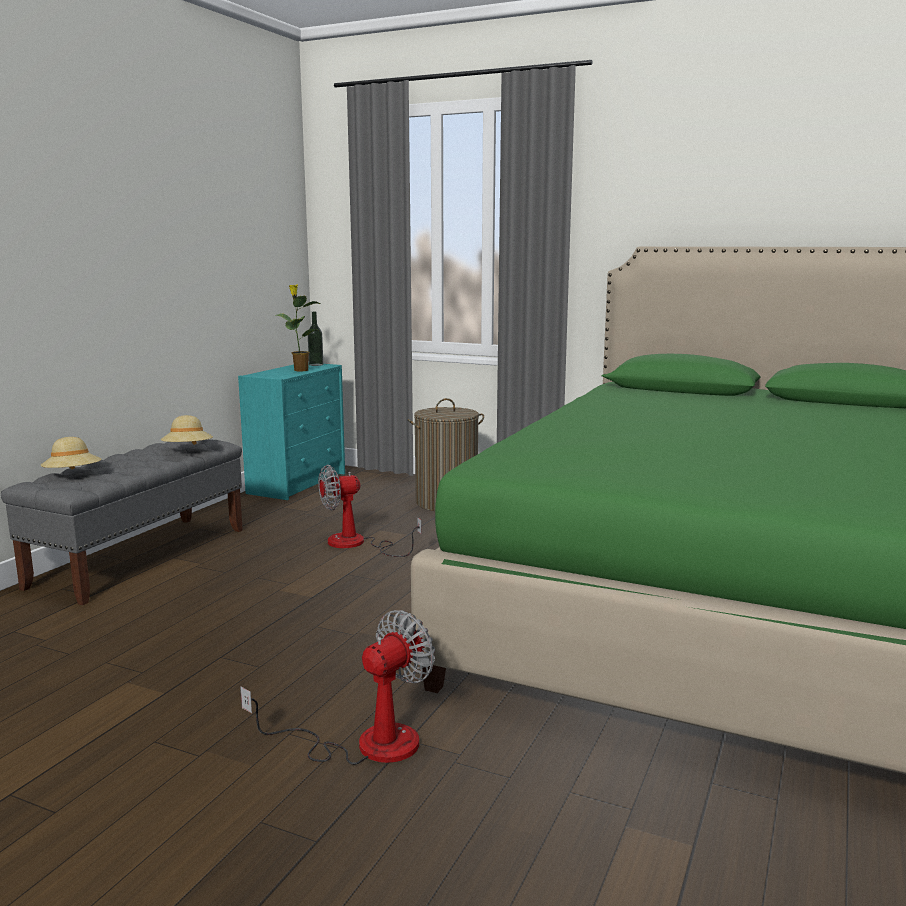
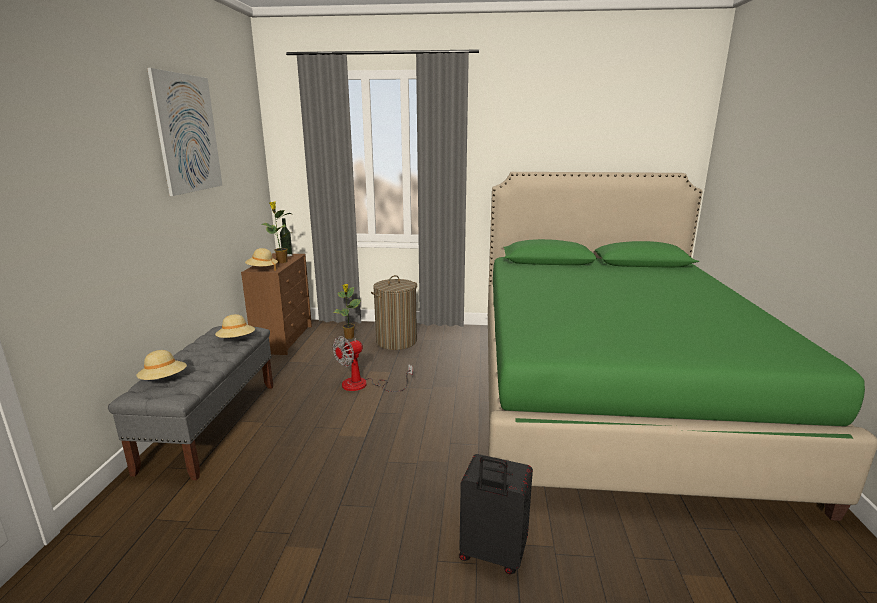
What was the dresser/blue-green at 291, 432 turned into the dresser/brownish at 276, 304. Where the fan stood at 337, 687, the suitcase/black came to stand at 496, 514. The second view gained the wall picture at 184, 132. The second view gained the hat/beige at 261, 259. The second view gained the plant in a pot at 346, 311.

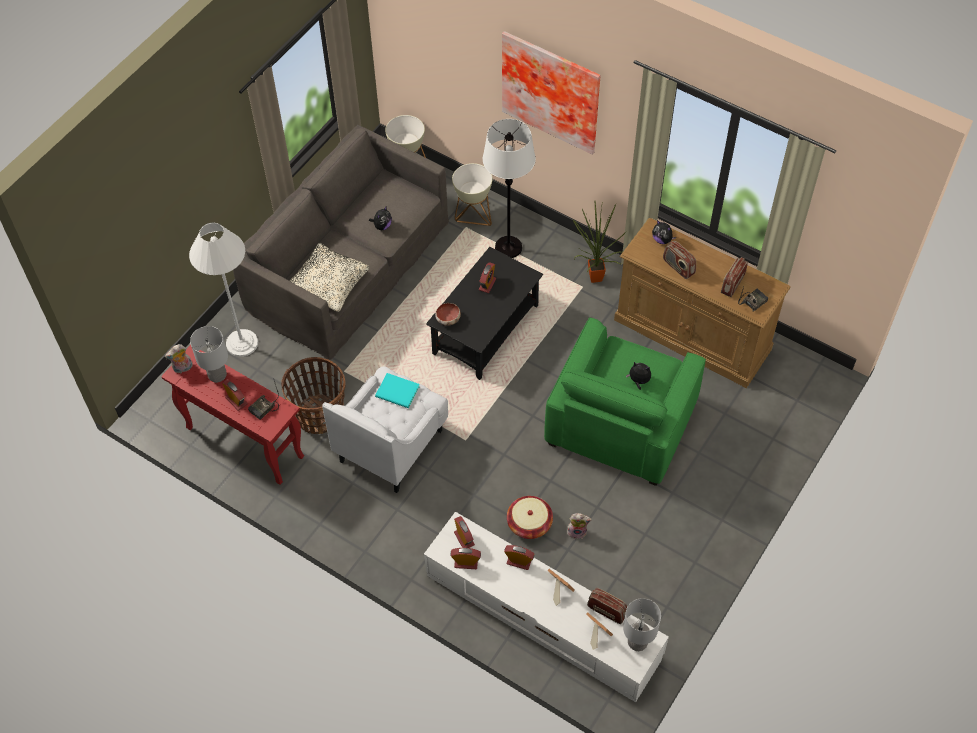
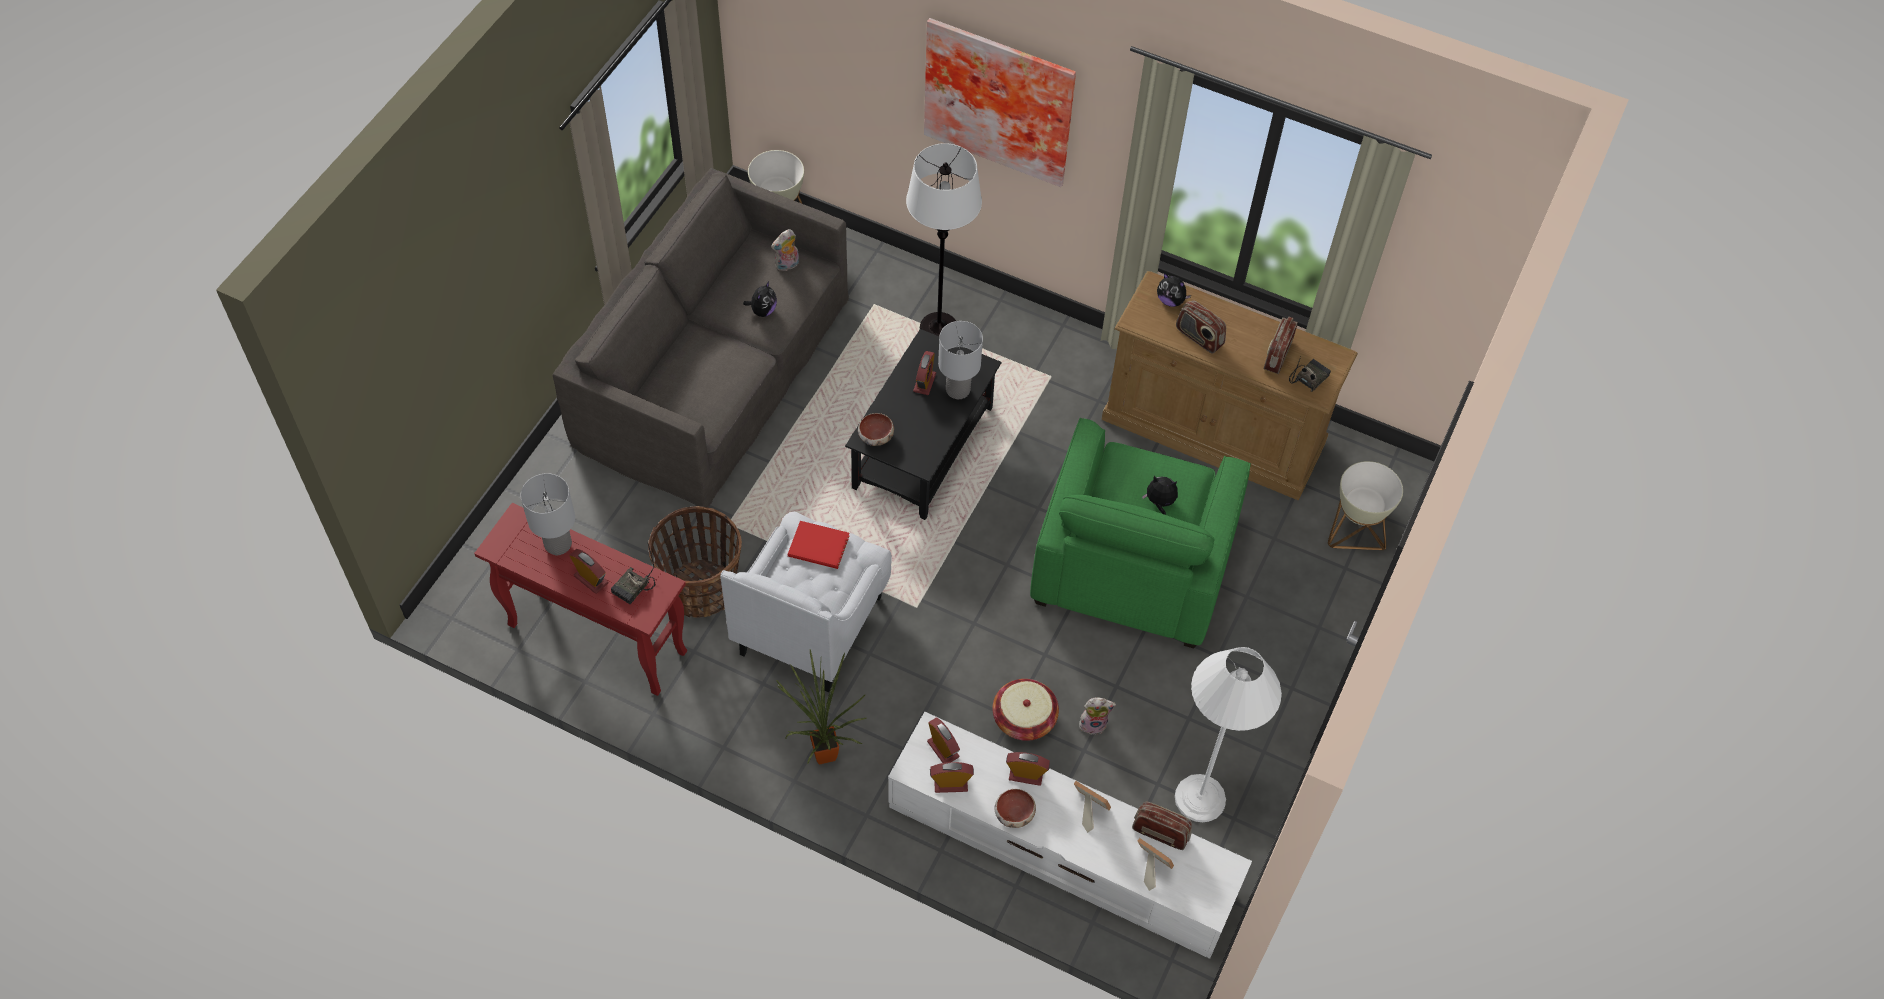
The plant pot ended up elsewhere, having gone from 472, 194 to 1365, 505. The plant in a pot ended up elsewhere, having gone from 600, 242 to 821, 707. The standard lamp/white ended up elsewhere, having gone from 223, 289 to 1228, 734. The second view lost the cushion/beige at 329, 277. The soft toy ended up elsewhere, having gone from 178, 358 to 785, 250. What was the book/blue-green at 397, 390 turned into the book/red at 819, 545. The table lamp/greyish ended up elsewhere, having gone from 642, 624 to 960, 360. The second view gained the serving bowl at 1015, 808.

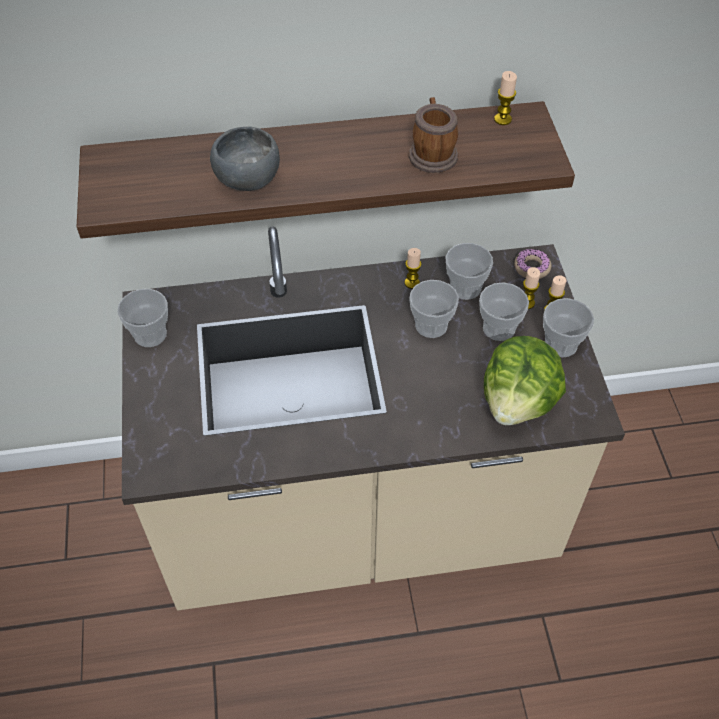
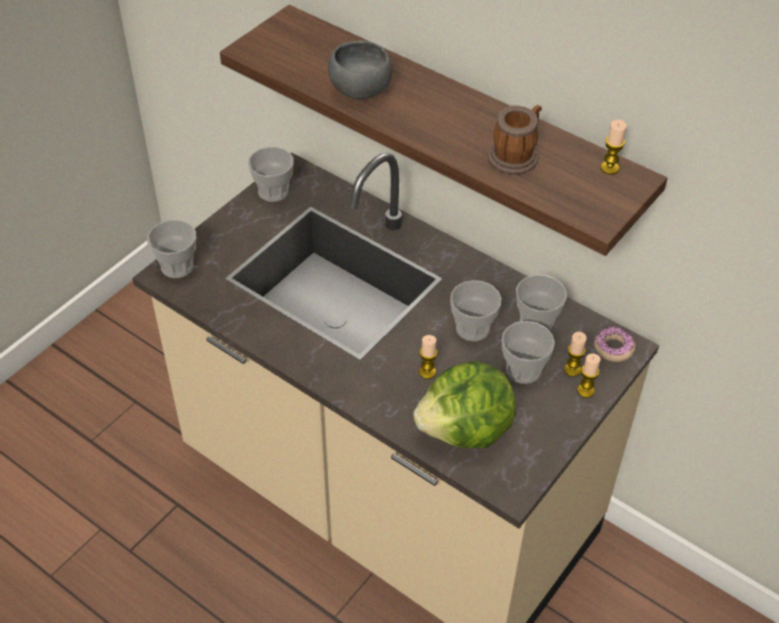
The wax candle ended up elsewhere, having gone from 413, 268 to 428, 357. The small cup ended up elsewhere, having gone from 568, 327 to 171, 249.

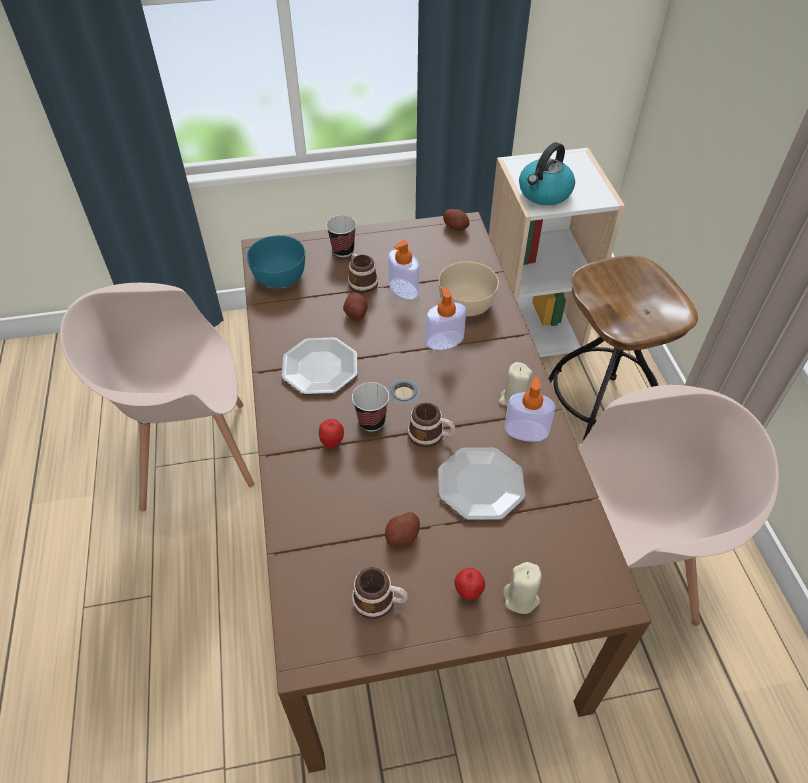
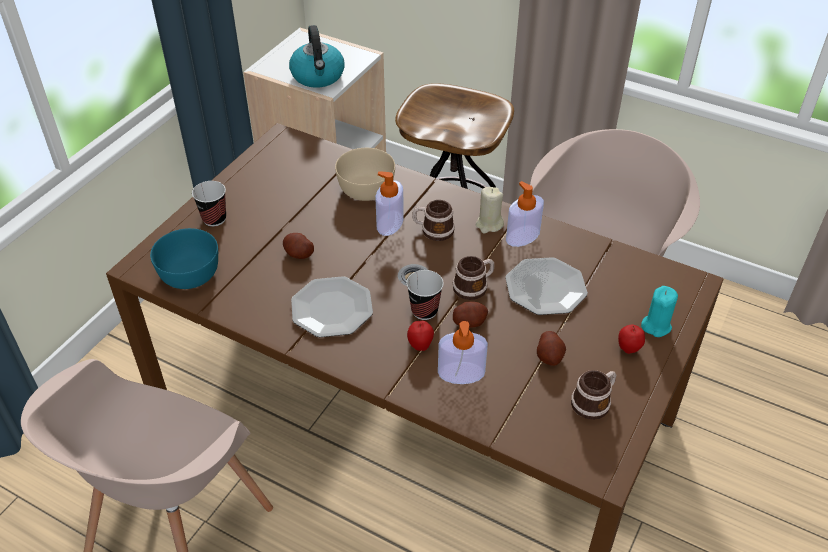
The whole potato ended up elsewhere, having gone from 456, 220 to 470, 314. The soap bottle ended up elsewhere, having gone from 403, 269 to 463, 352. The coffee mug ended up elsewhere, having gone from 363, 273 to 433, 220. What was the wax candle/beige at 522, 588 turned into the wax candle/blue-green at 659, 311.

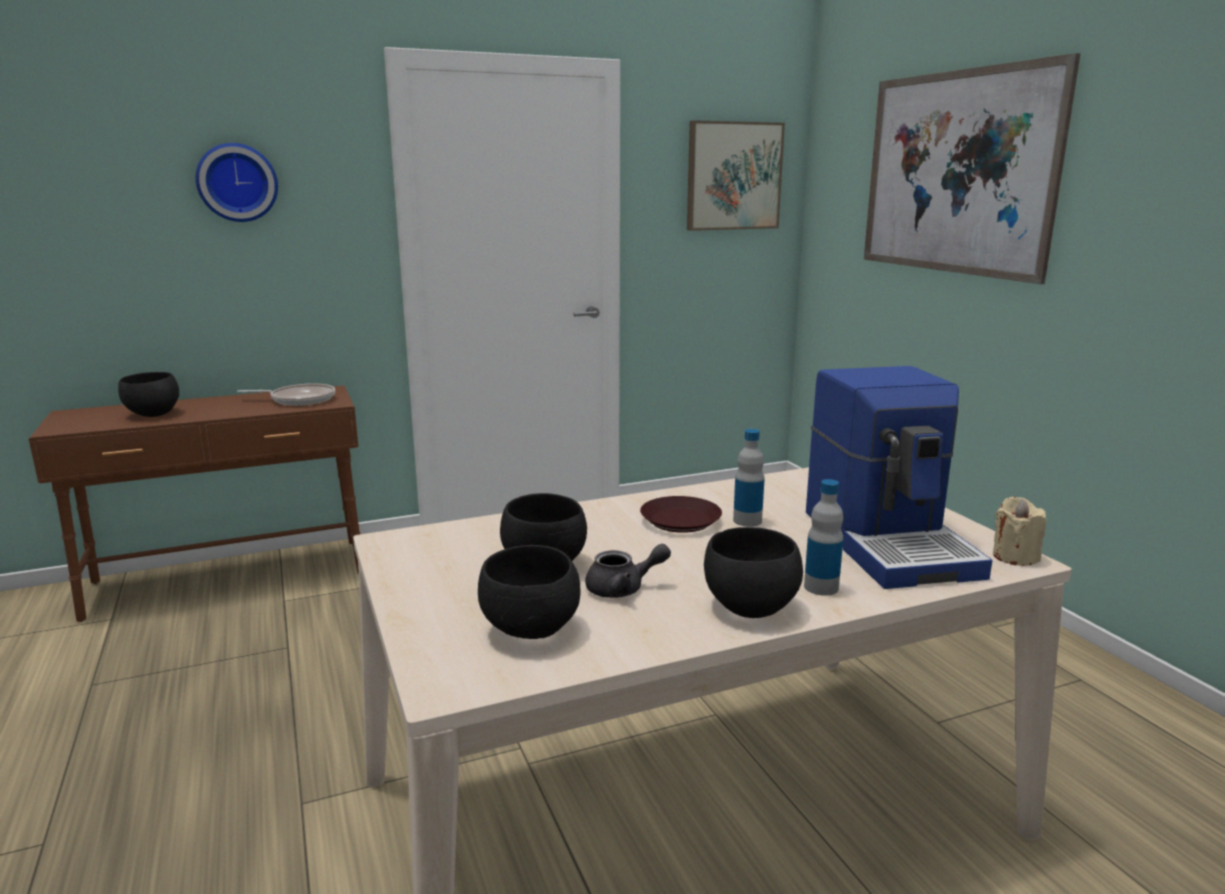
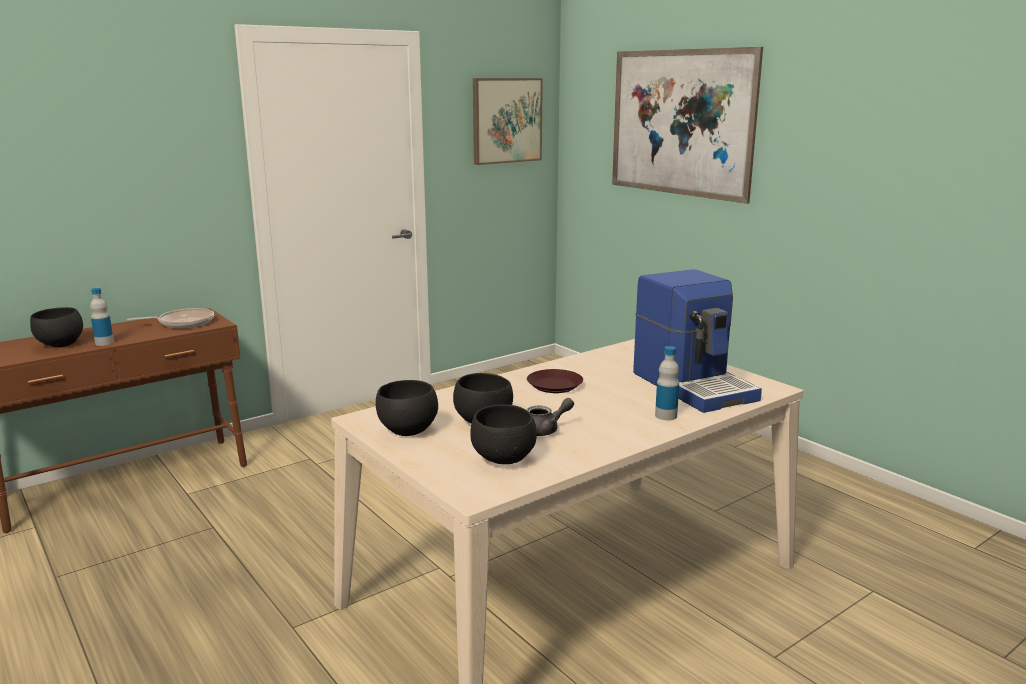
The second view lost the hanging clock at 237, 182. The drink bottle ended up elsewhere, having gone from 749, 478 to 102, 317. The second view lost the wax candle/beige at 1020, 531. The serving bowl/black ended up elsewhere, having gone from 753, 572 to 407, 408.

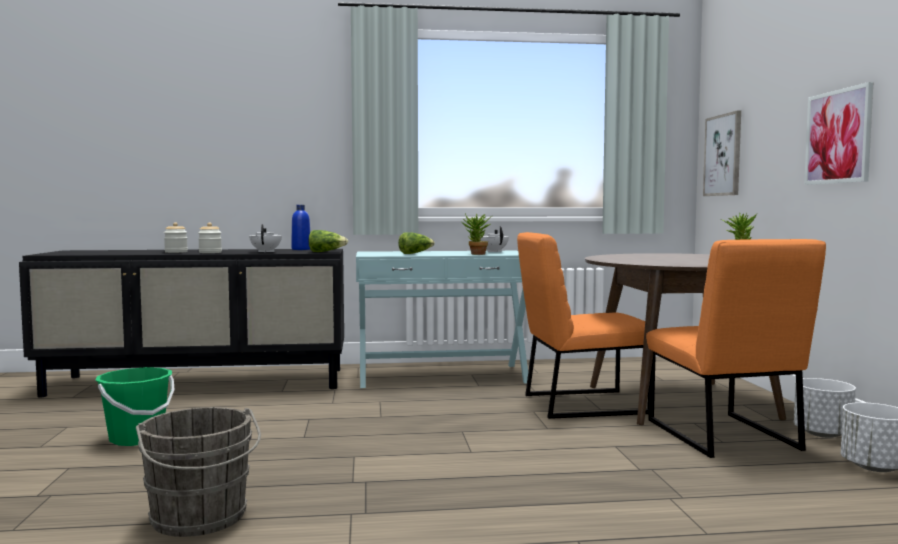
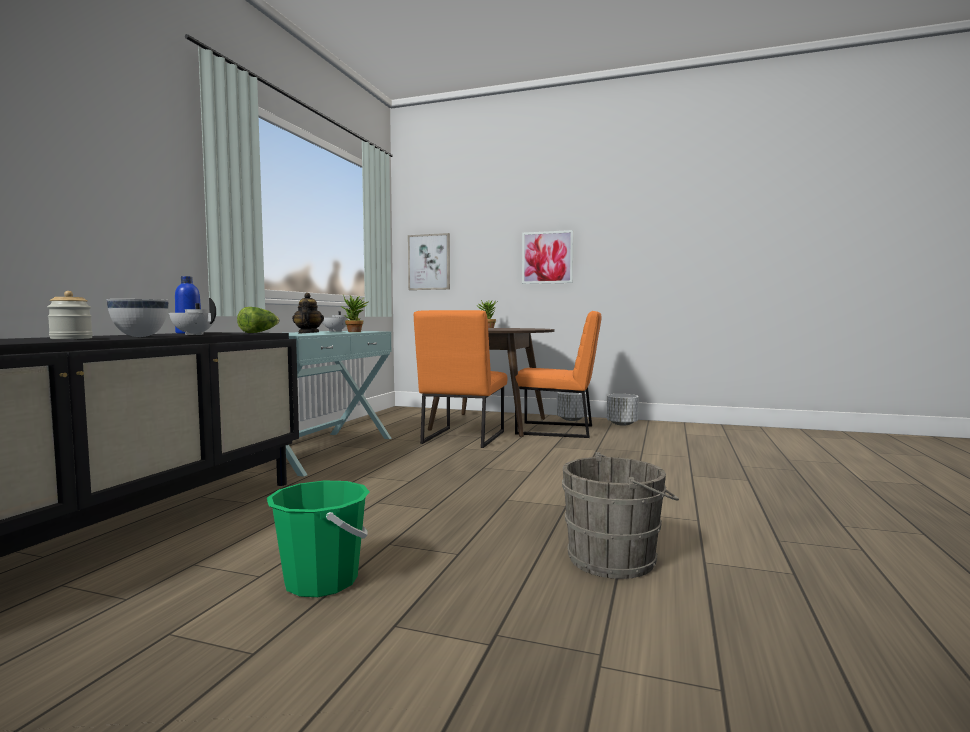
Where the storage jar stood at 210, 238, the serving bowl/white came to stand at 137, 318. Where the head of lettuce stood at 416, 243, the pot for tea came to stand at 308, 313.

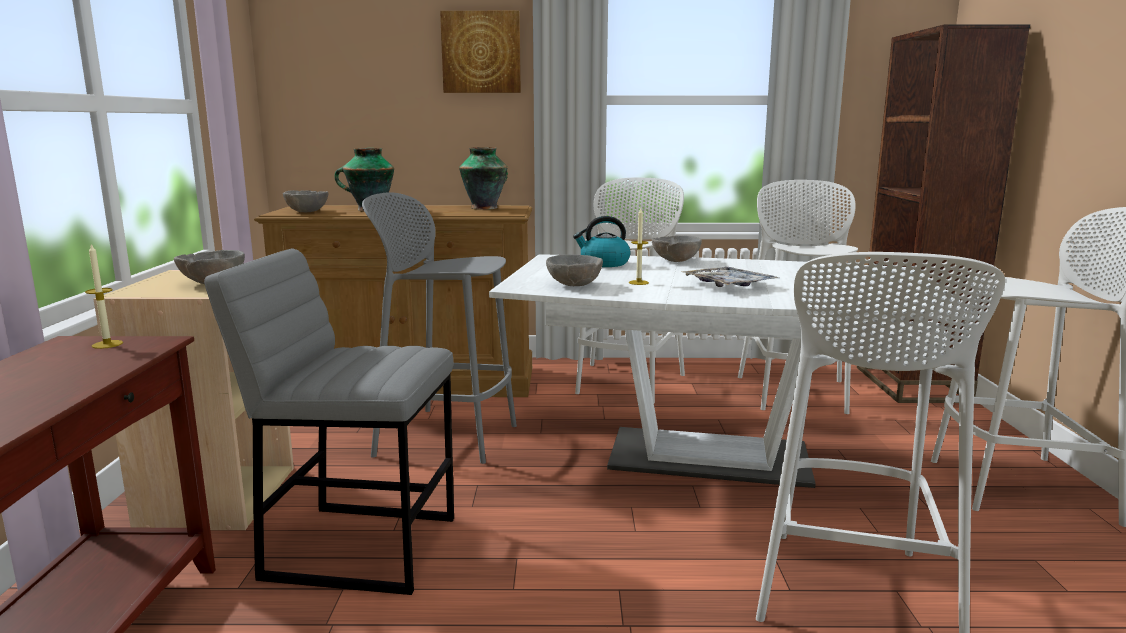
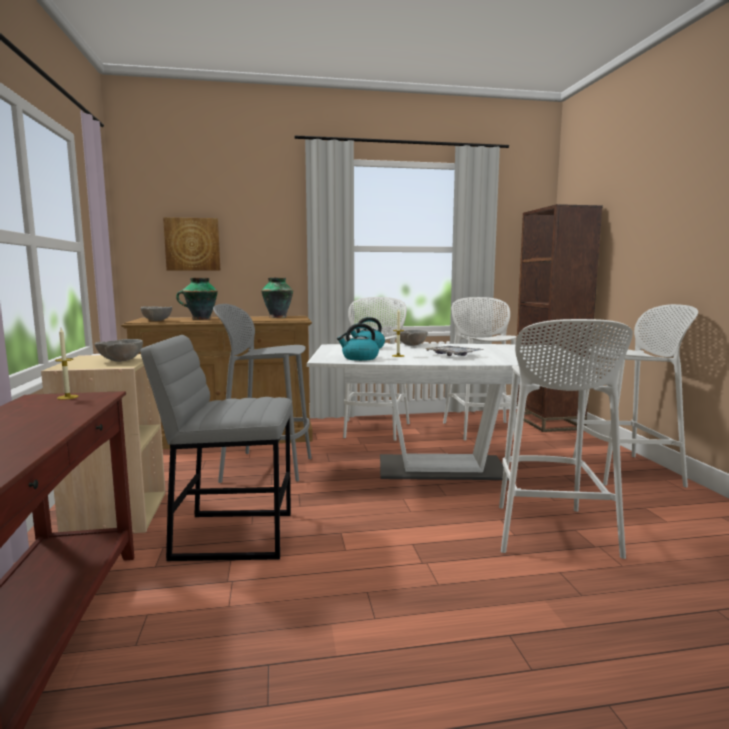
The wall picture ended up elsewhere, having gone from 480, 52 to 191, 244. Where the serving bowl/greyish stood at 574, 270, the tea kettle came to stand at 358, 342.

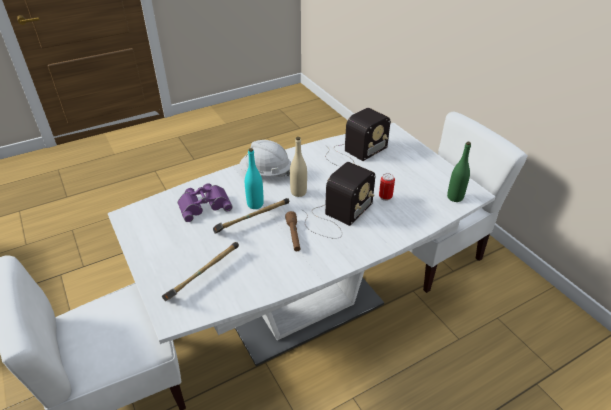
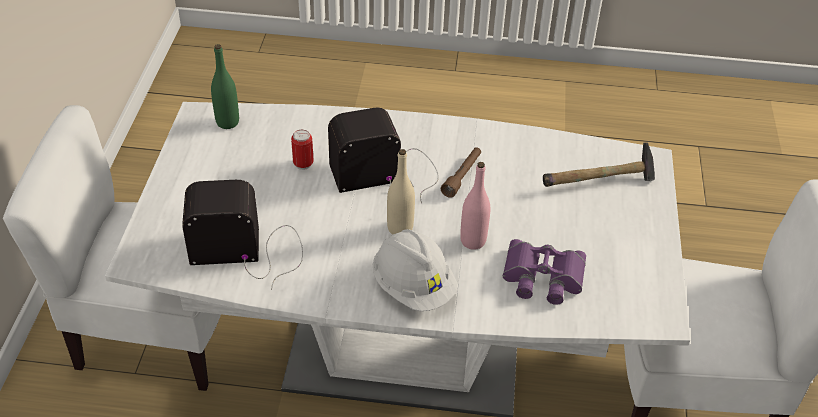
What was the drink bottle/blue-green at 254, 178 turned into the drink bottle/pinkish at 475, 206. The second view lost the tool hammer at 251, 216.

